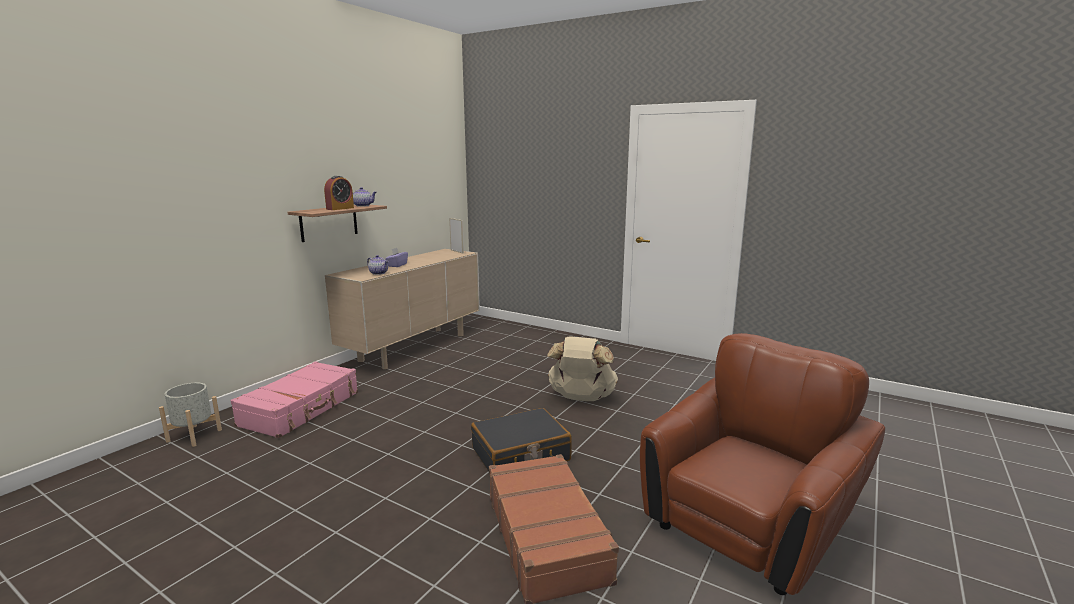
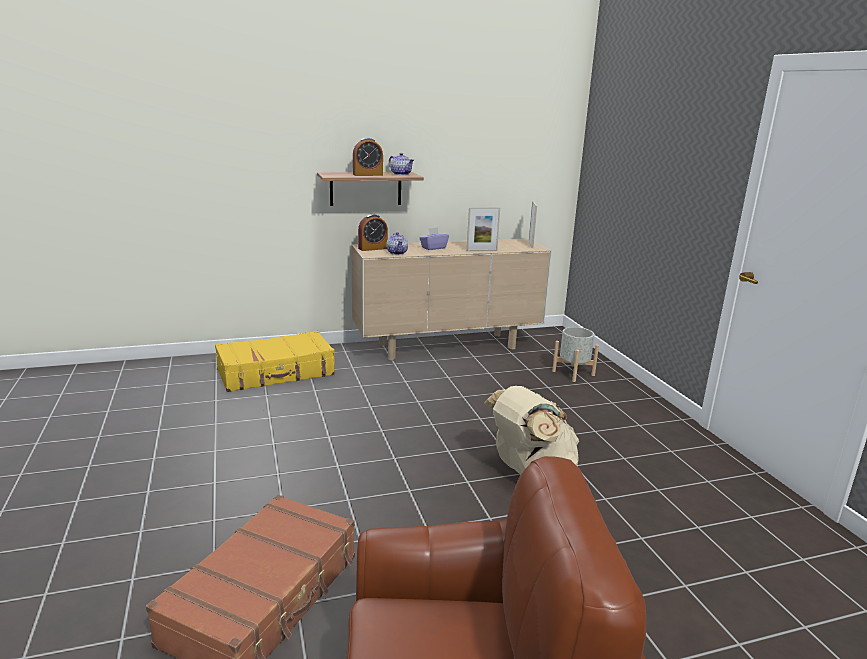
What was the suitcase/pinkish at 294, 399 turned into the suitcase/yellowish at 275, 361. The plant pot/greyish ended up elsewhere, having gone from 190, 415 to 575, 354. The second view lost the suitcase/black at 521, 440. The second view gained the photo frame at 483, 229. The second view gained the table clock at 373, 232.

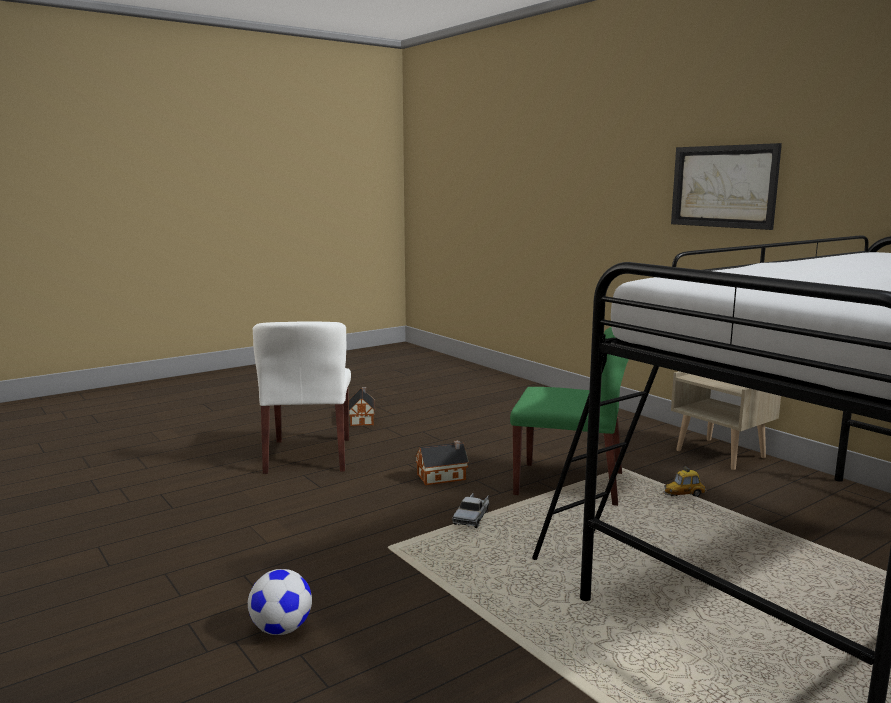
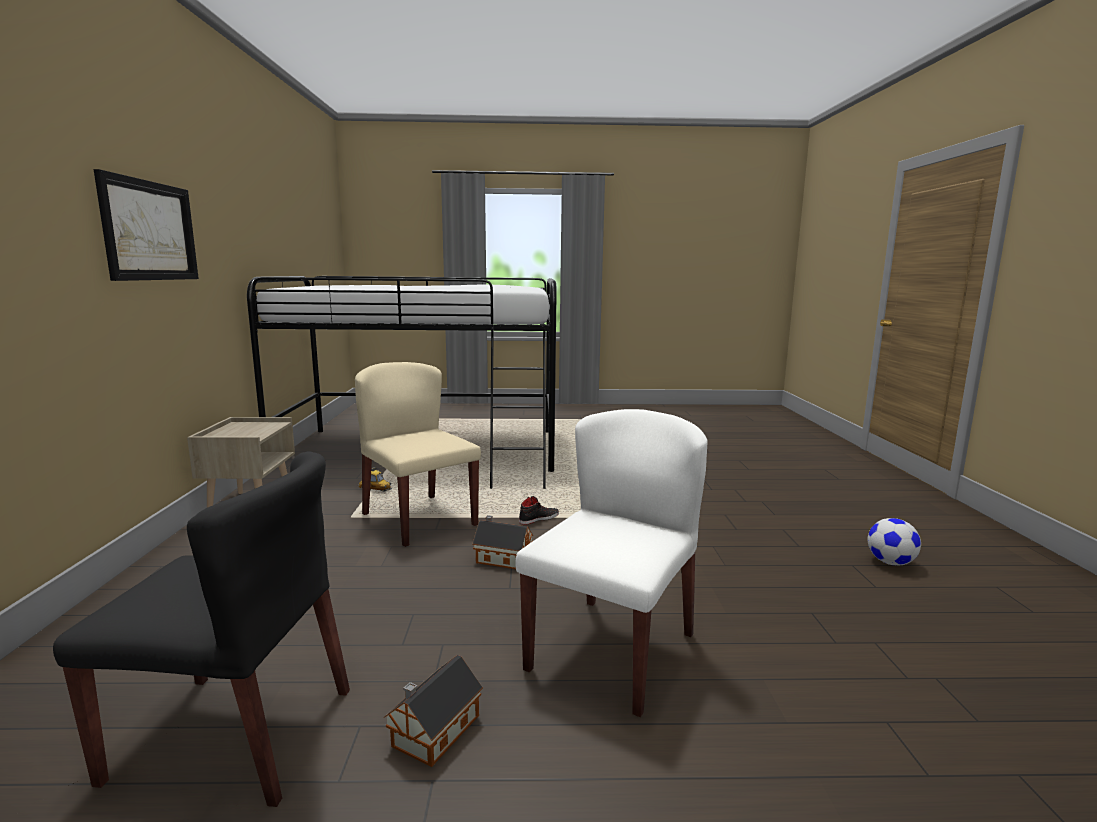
What was the plain chair/green-coloured at 569, 416 turned into the plain chair/beige at 418, 454. Where the toy lorry stood at 470, 510, the low shoe/black came to stand at 539, 510. The football ended up elsewhere, having gone from 280, 602 to 894, 541. The second view gained the plain chair/black at 201, 629.

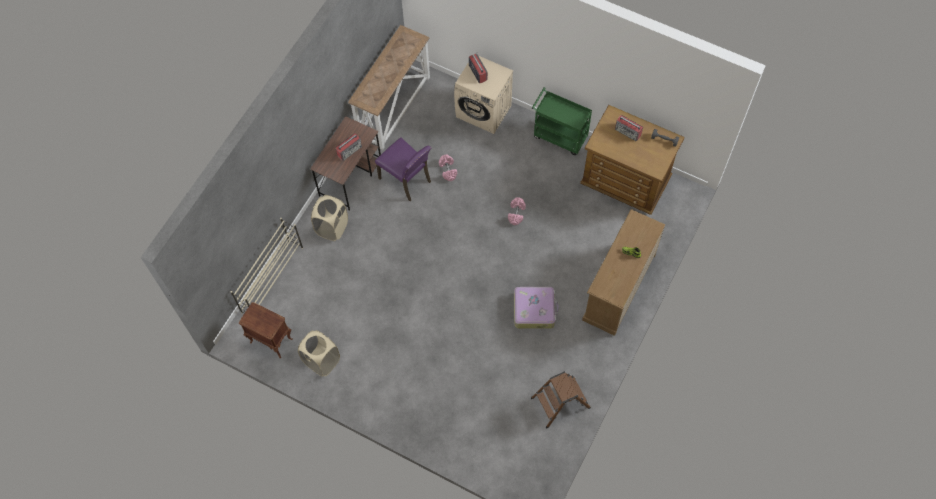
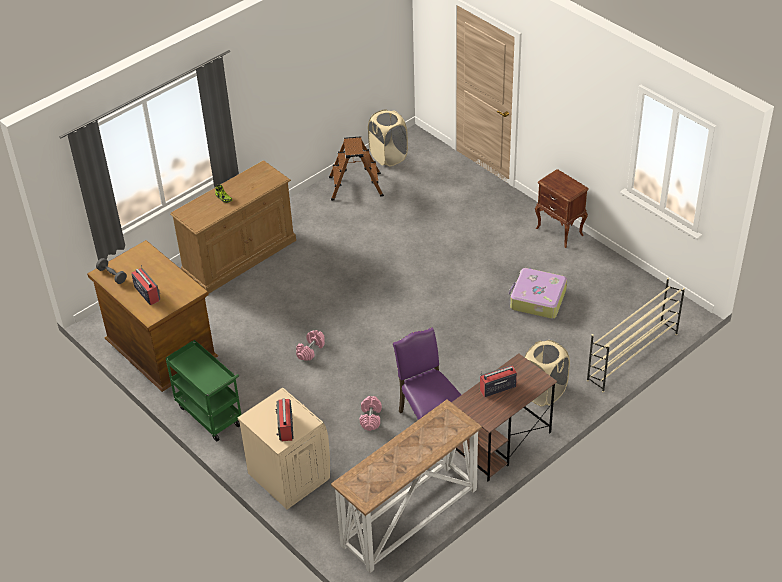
The suitcase ended up elsewhere, having gone from 536, 308 to 538, 293. The bedside table/brownish ended up elsewhere, having gone from 266, 330 to 562, 208. The hamper/beige ended up elsewhere, having gone from 319, 353 to 388, 137.

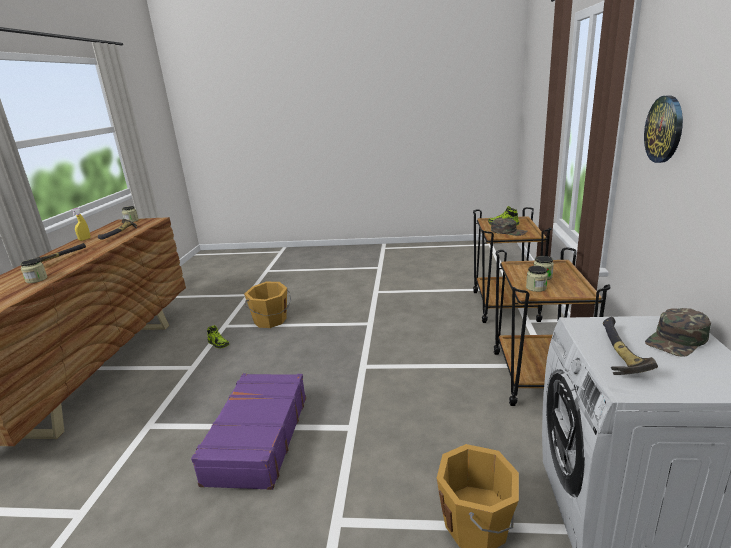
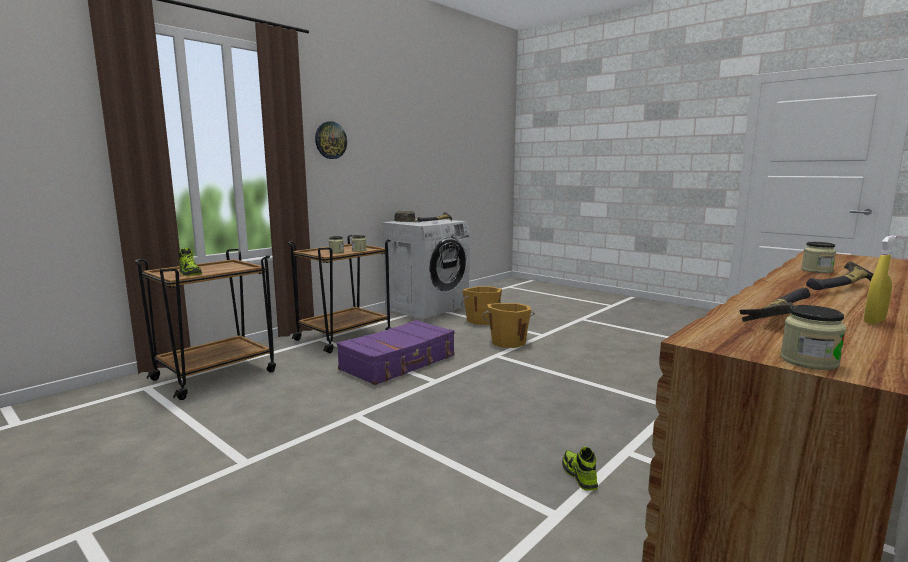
The second view lost the cap/green-coloured at 509, 227. The water bucket/orangey ended up elsewhere, having gone from 267, 305 to 508, 325. The suitcase/purple ended up elsewhere, having gone from 248, 431 to 395, 352.

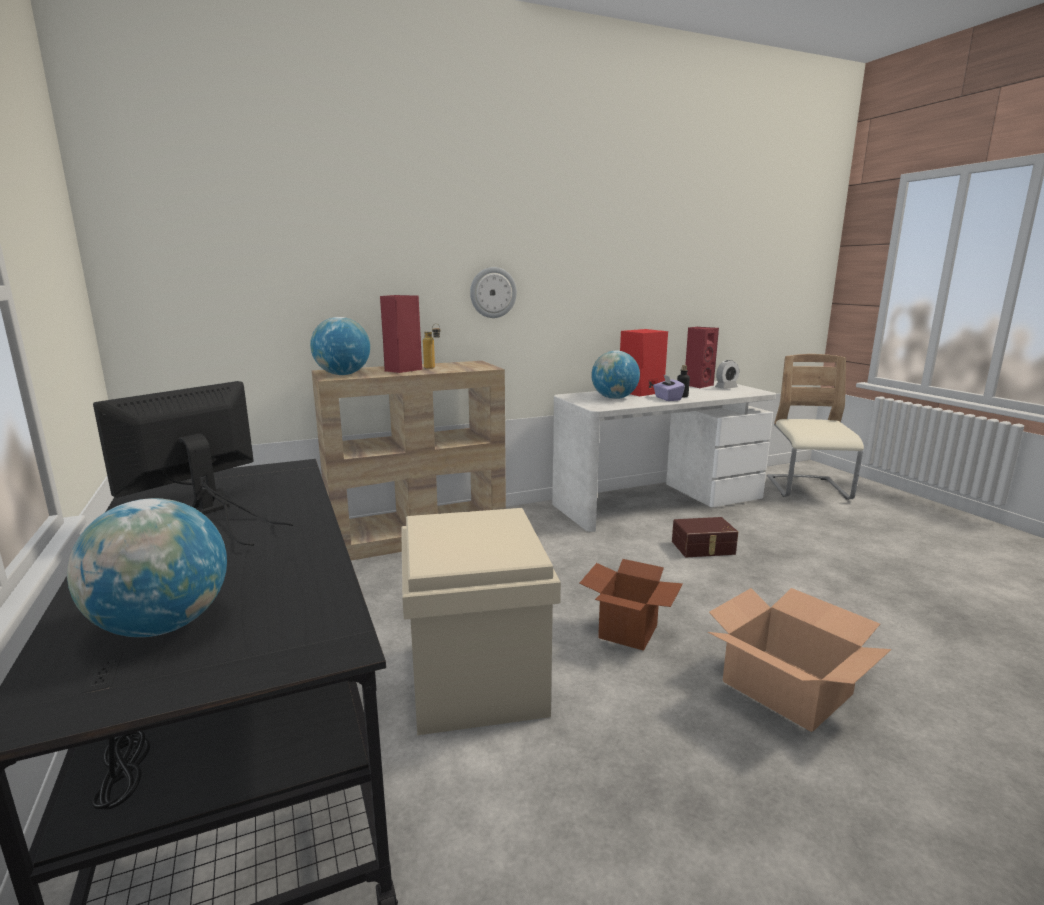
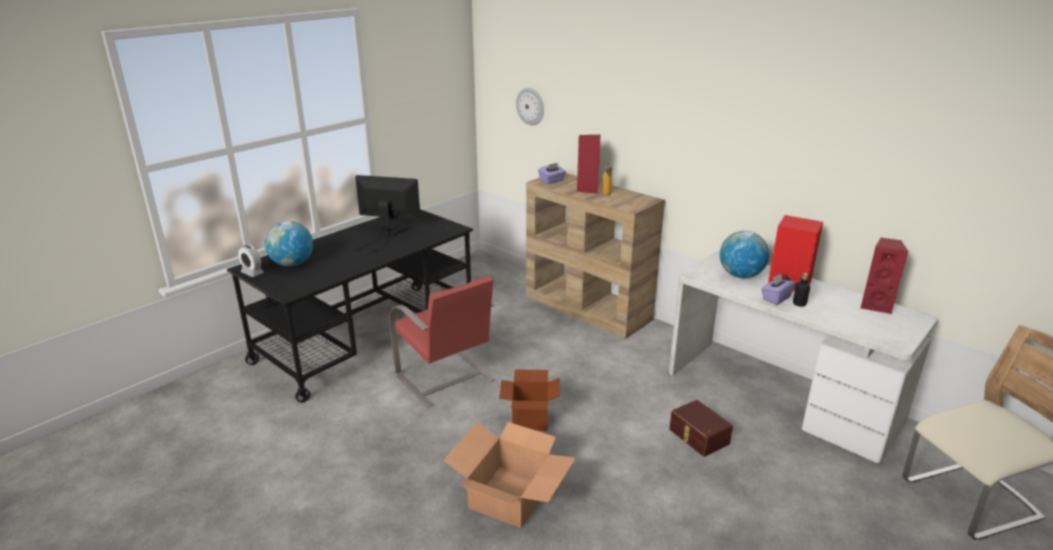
The hanging clock ended up elsewhere, having gone from 493, 292 to 530, 106. Where the desk globe stood at 340, 346, the tissue box/purple came to stand at 552, 173. The table clock ended up elsewhere, having gone from 727, 374 to 251, 261. Where the storage bin/beige stood at 481, 621, the plain chair/red came to stand at 442, 342.

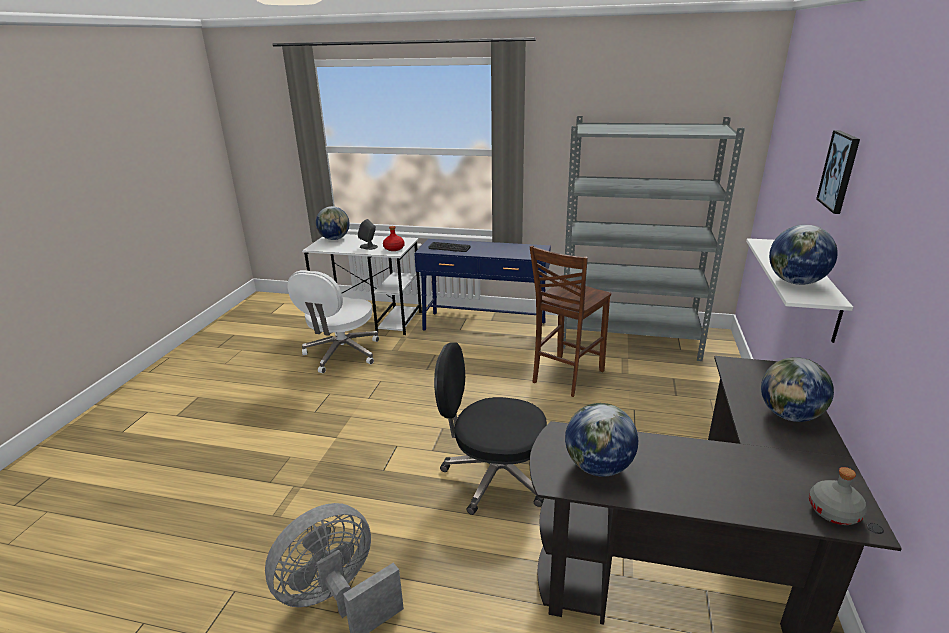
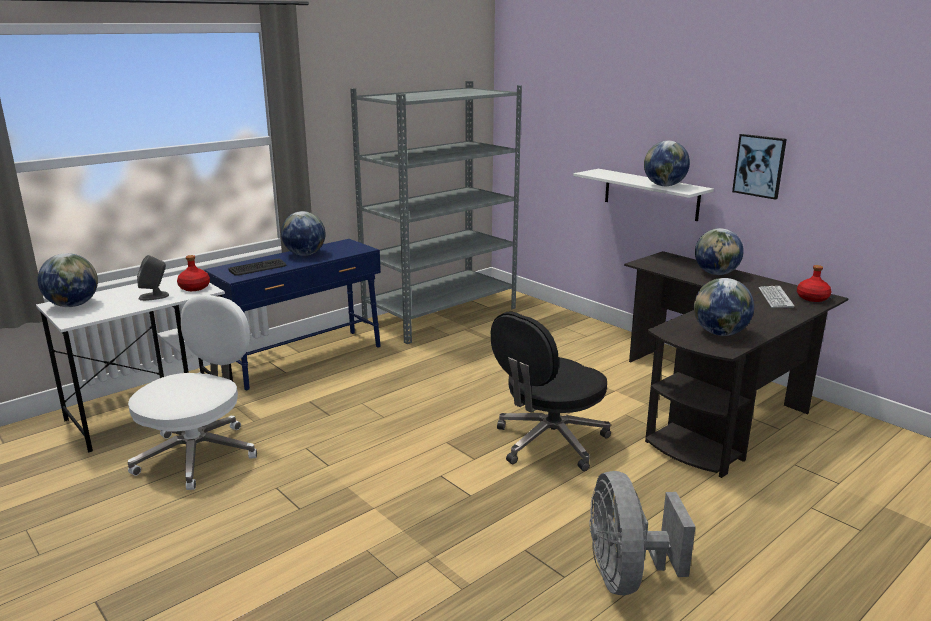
The wall picture ended up elsewhere, having gone from 838, 172 to 759, 167. The second view lost the plain chair/brownish at 570, 321. The computer chair/white at 333, 321 ended up facing another way, 120 degrees counterclockwise from before. What was the drink bottle/greyish at 838, 496 turned into the drink bottle/red at 814, 283. The second view gained the desk globe at 303, 233. The second view gained the computer keyboard at 776, 297.

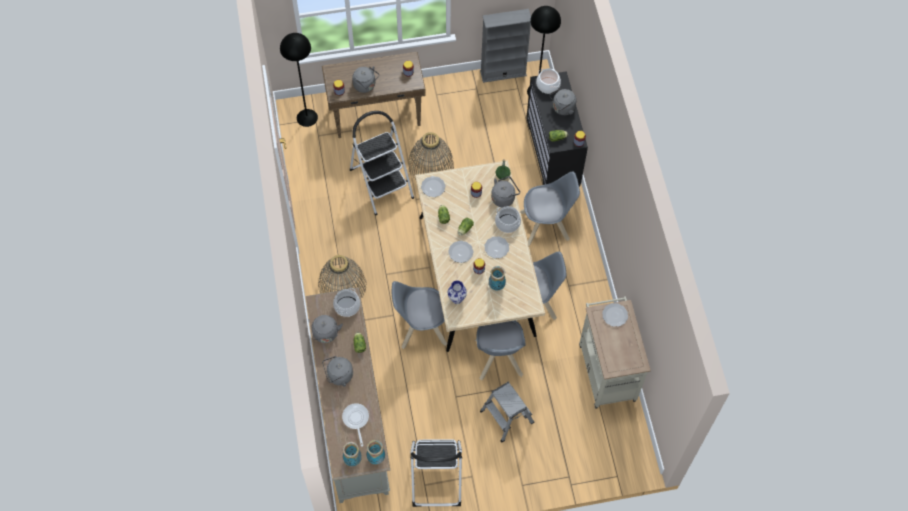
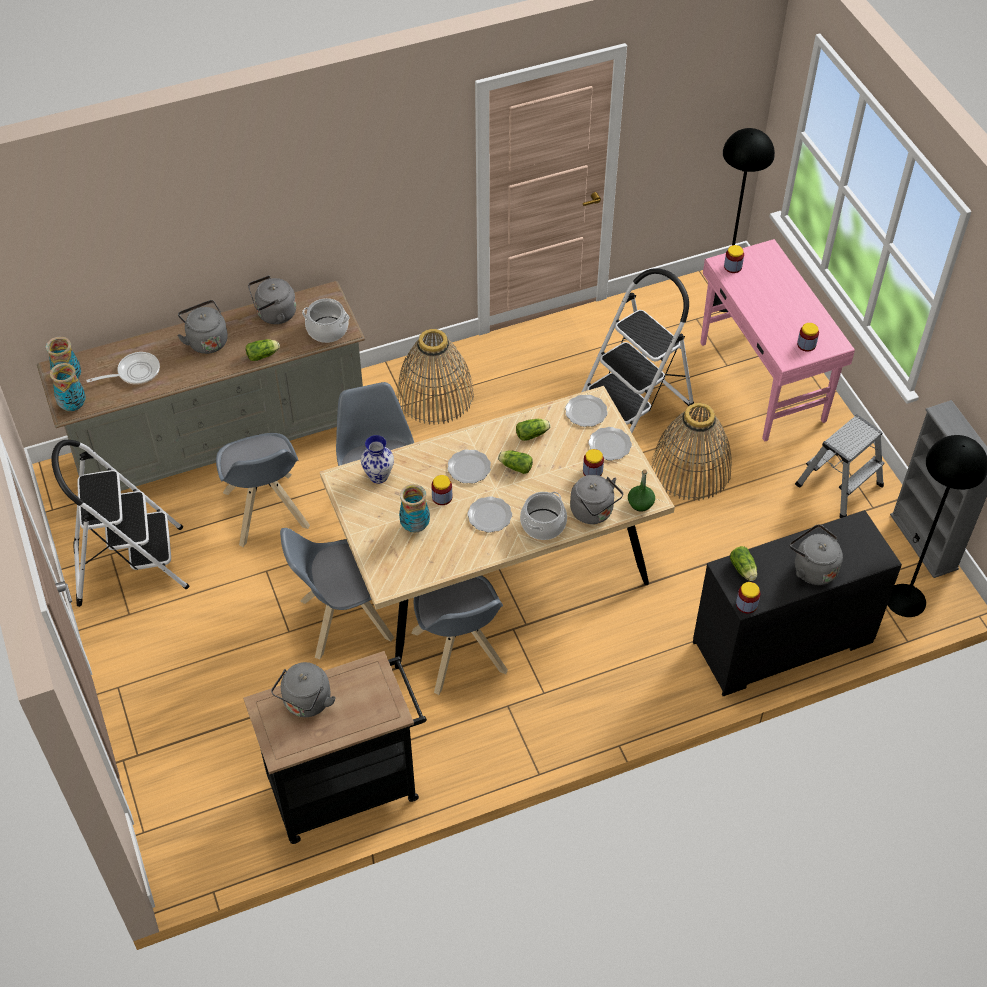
What was the hall table/brownish at 374, 95 turned into the hall table/pinkish at 777, 340. The tea kettle/greyish ended up elsewhere, having gone from 365, 79 to 303, 689. The second view lost the cooking pot at 548, 81. The plain chair/greyish ended up elsewhere, having gone from 550, 208 to 263, 490. What was the trolley/beige at 615, 352 turned into the trolley/black at 335, 747. The dinner plate ended up elsewhere, having gone from 615, 315 to 610, 444. The step stool/greyish ended up elsewhere, having gone from 507, 412 to 840, 466.

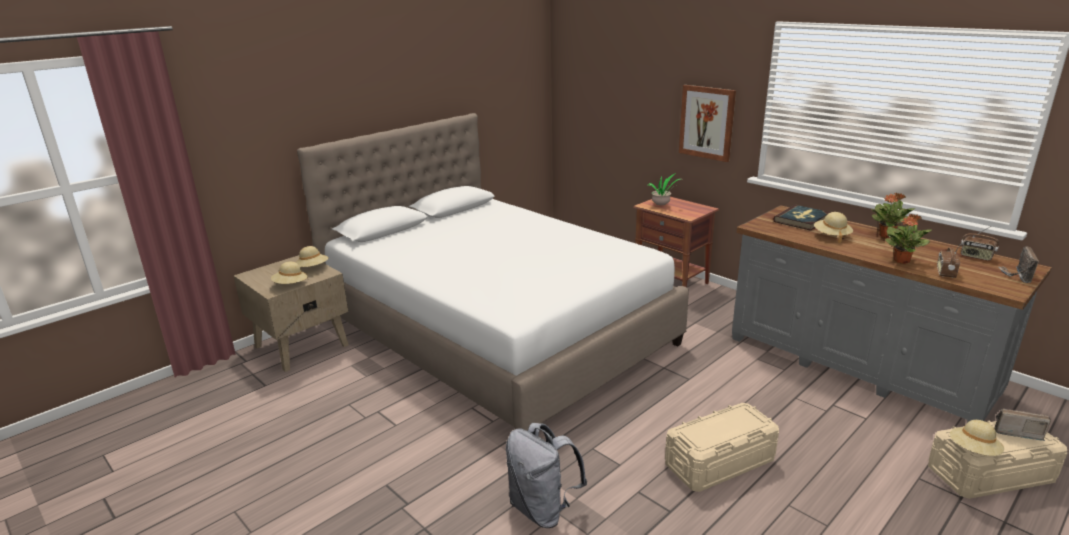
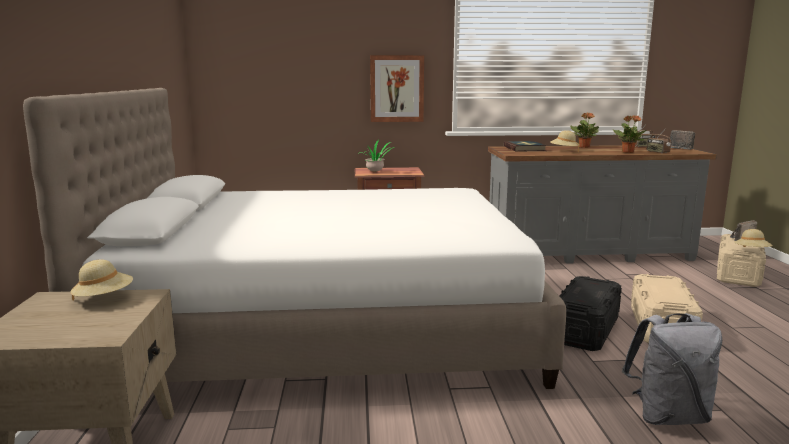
The second view lost the hat/beige at 289, 273. The second view gained the storage bin/black at 591, 313.

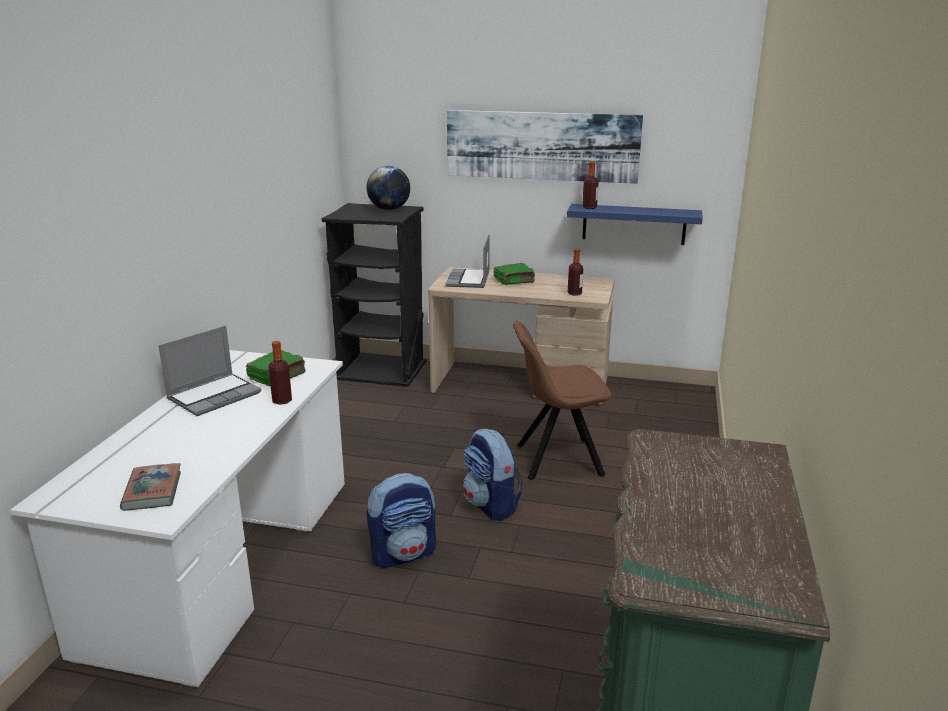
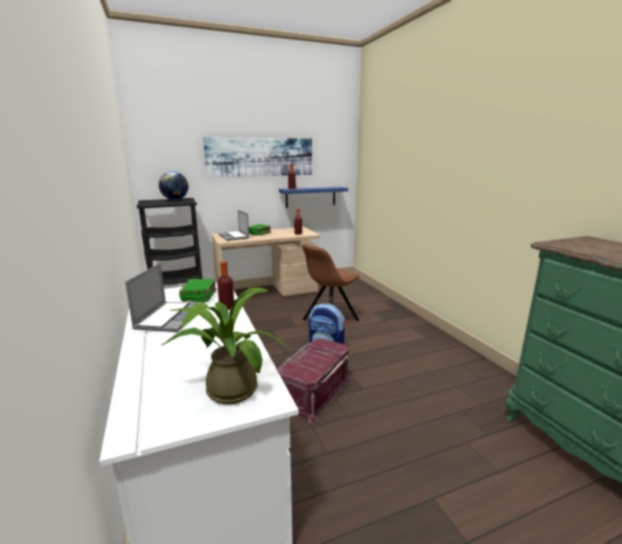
Where the book stood at 150, 487, the plant in a pot came to stand at 225, 345. Where the backpack stood at 401, 520, the storage bin/red came to stand at 314, 380.

